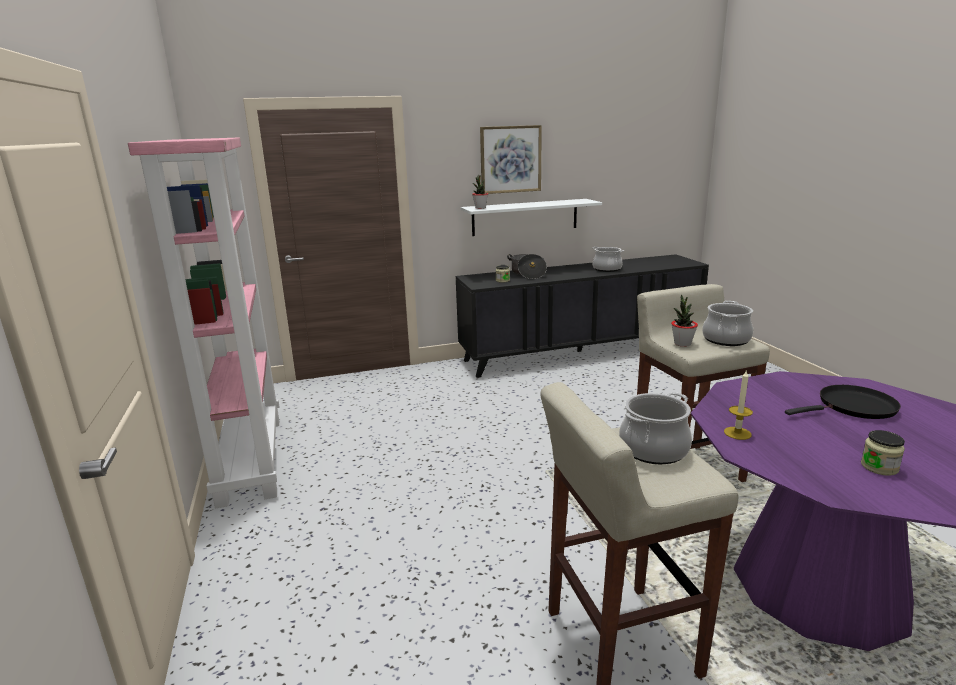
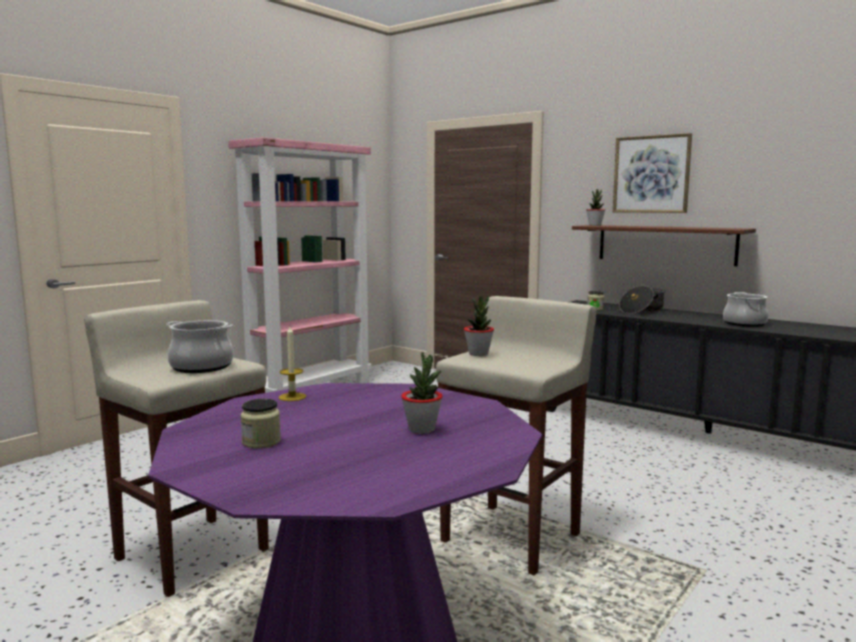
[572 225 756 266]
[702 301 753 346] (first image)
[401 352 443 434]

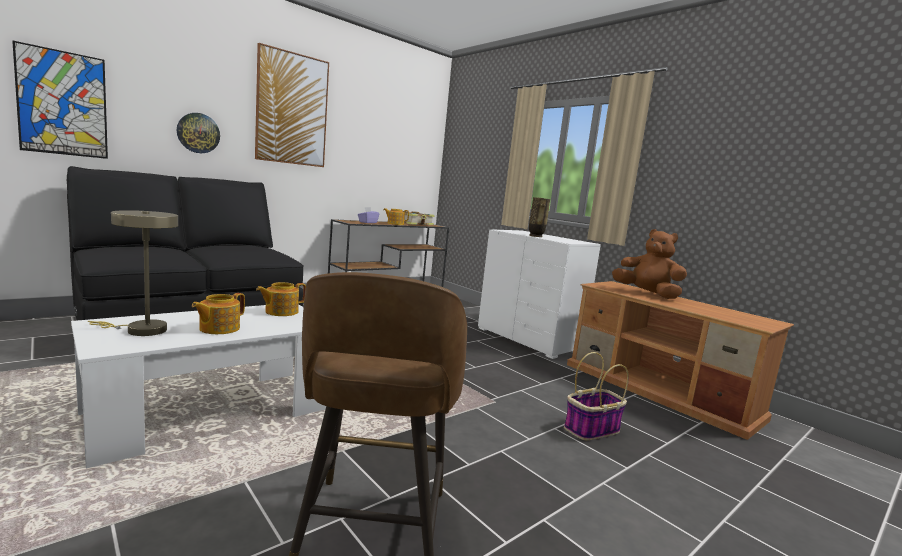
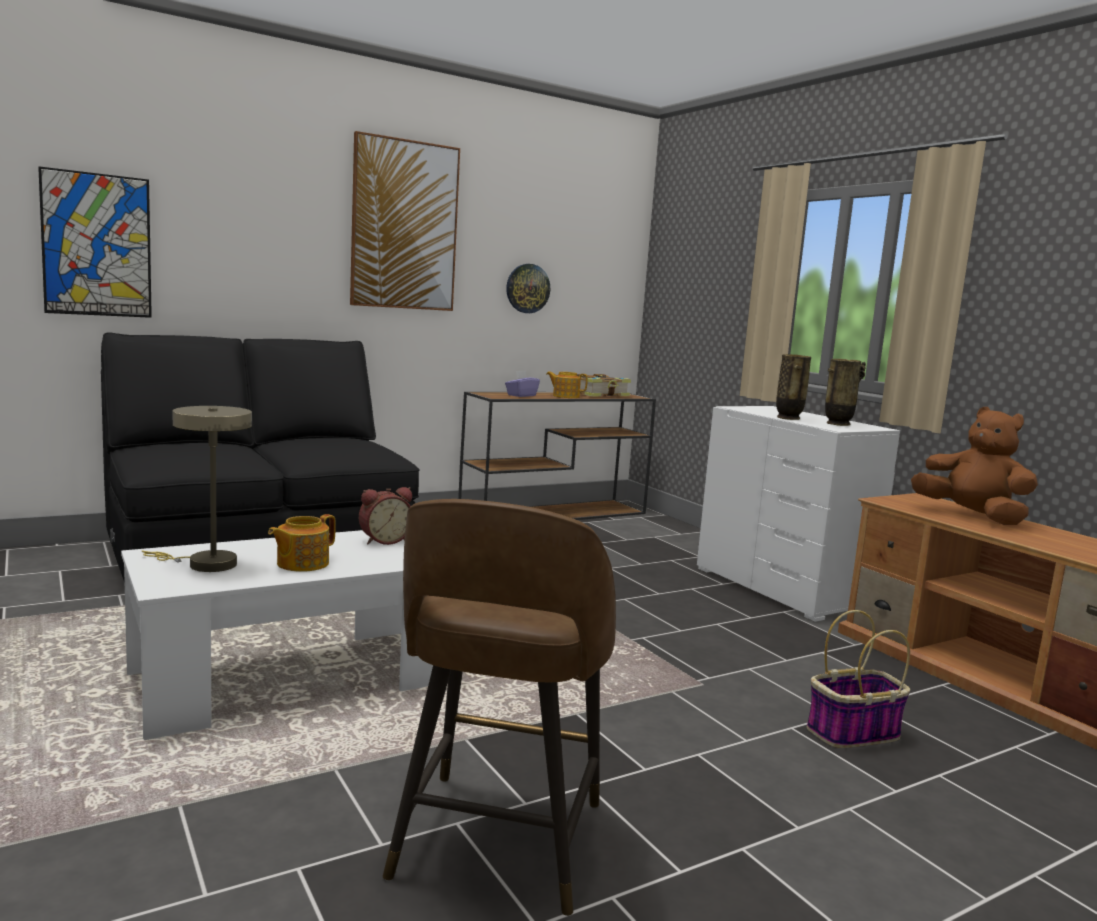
[506 264 550 313]
[359 487 412 545]
[825 359 866 426]

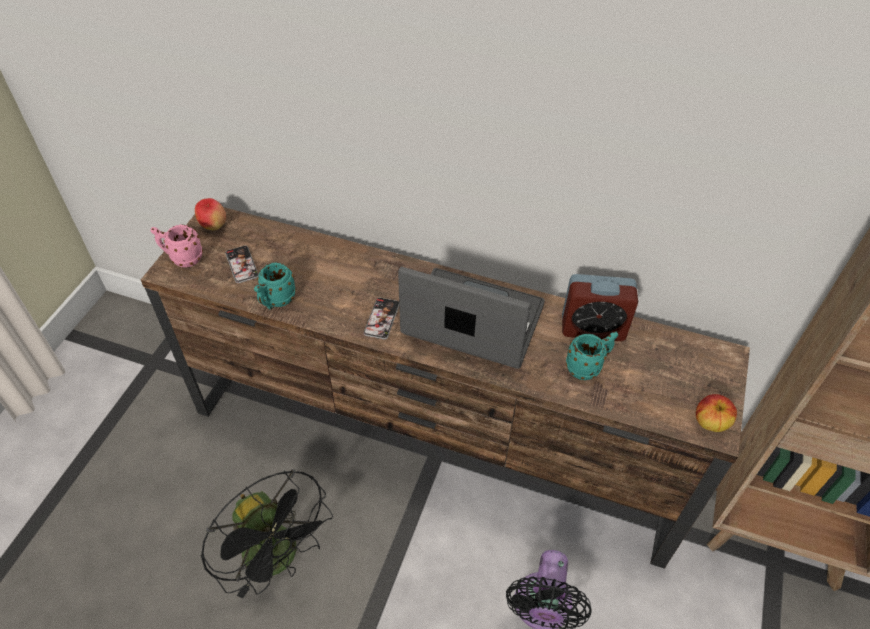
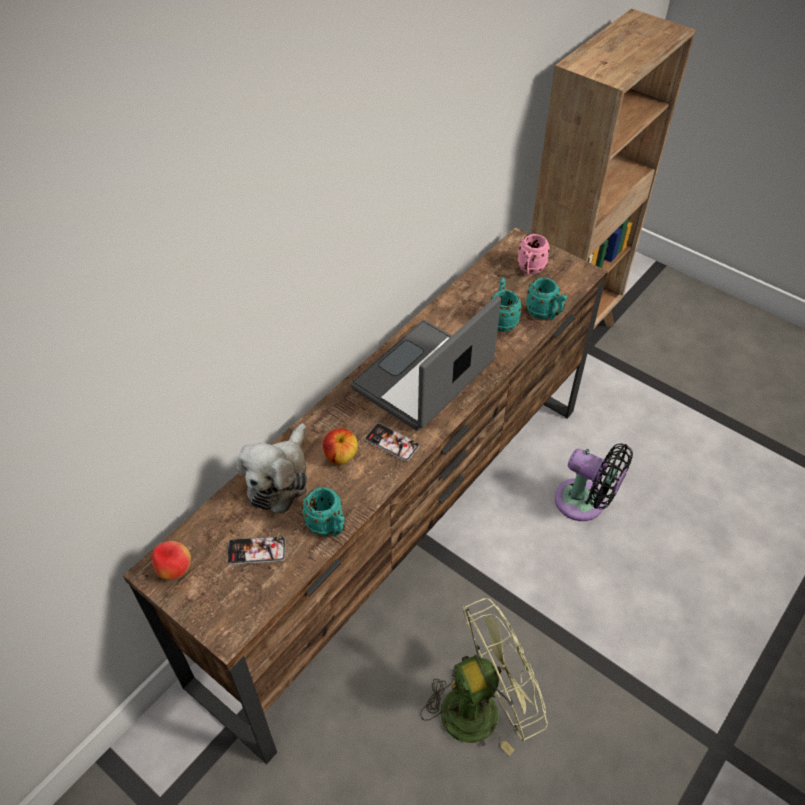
[518 234 550 276]
[421 598 548 756]
[562 274 638 341] (first image)
[323 428 358 465]
[237 423 307 514]
[526 278 567 320]

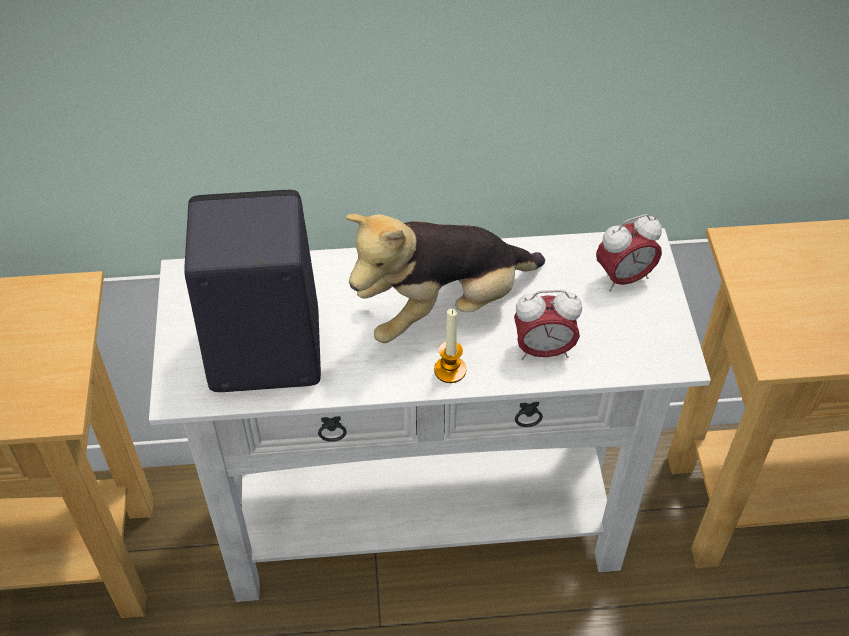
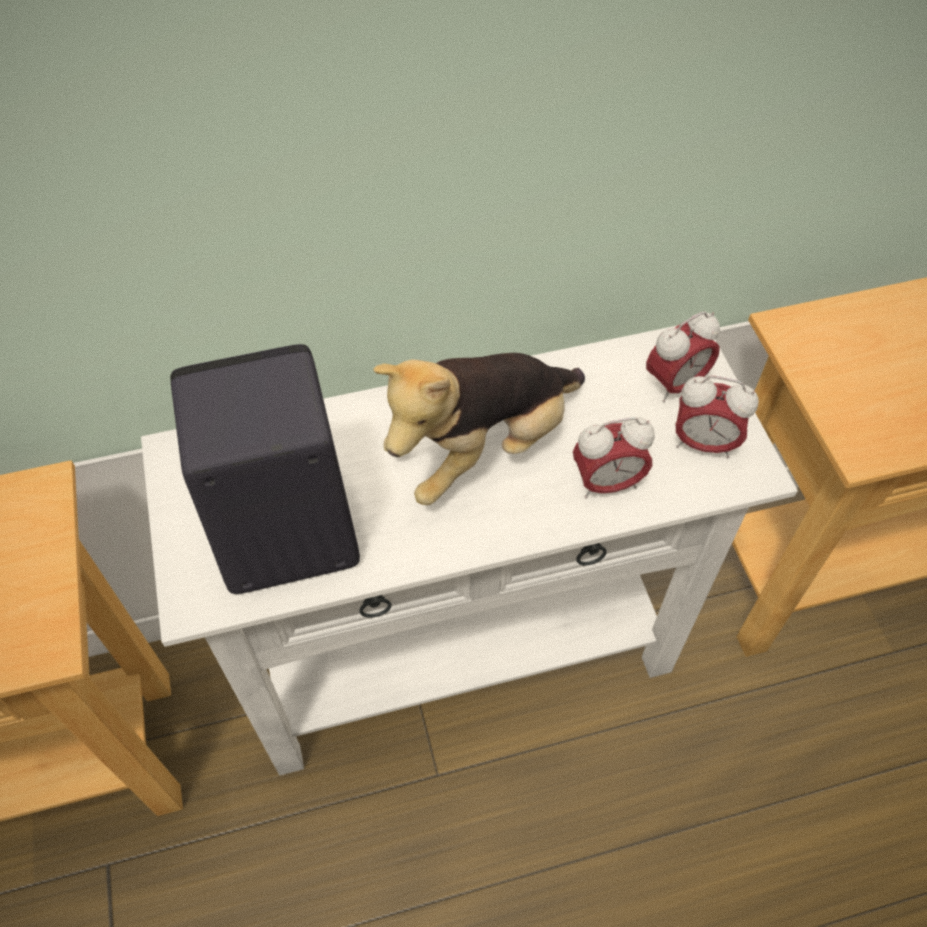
[434 309 466 383] (first image)
[676 376 759 459]

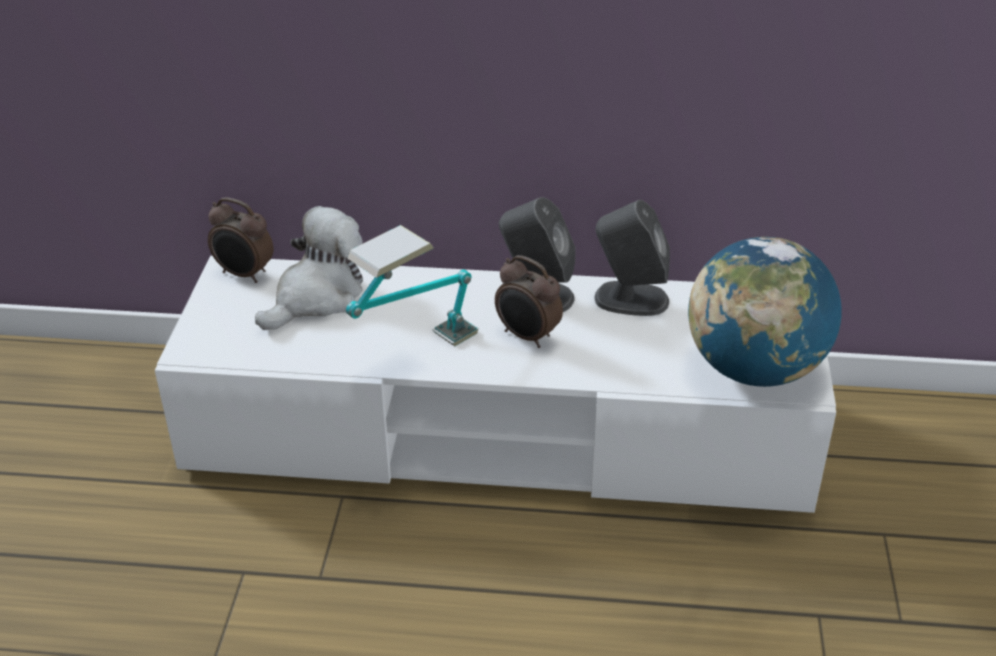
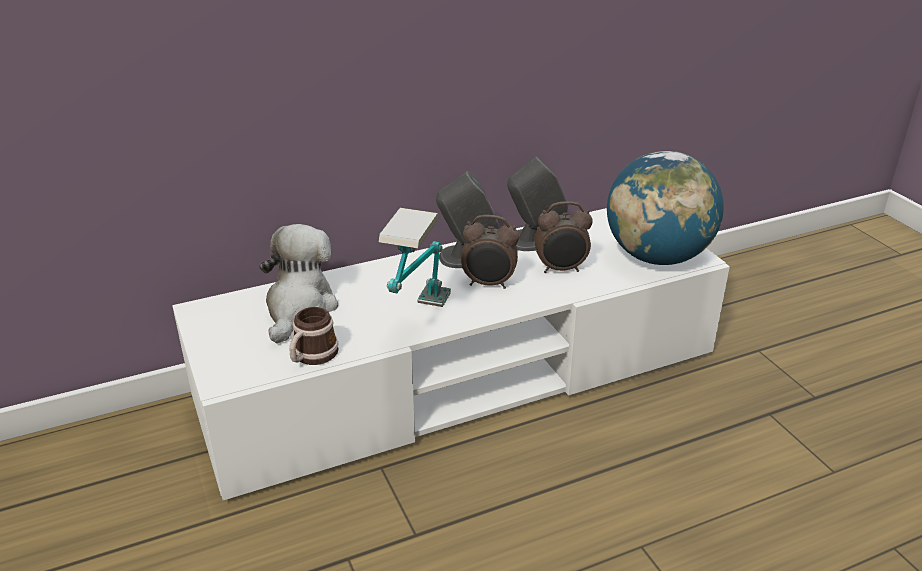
[535 201 593 273]
[289 307 339 365]

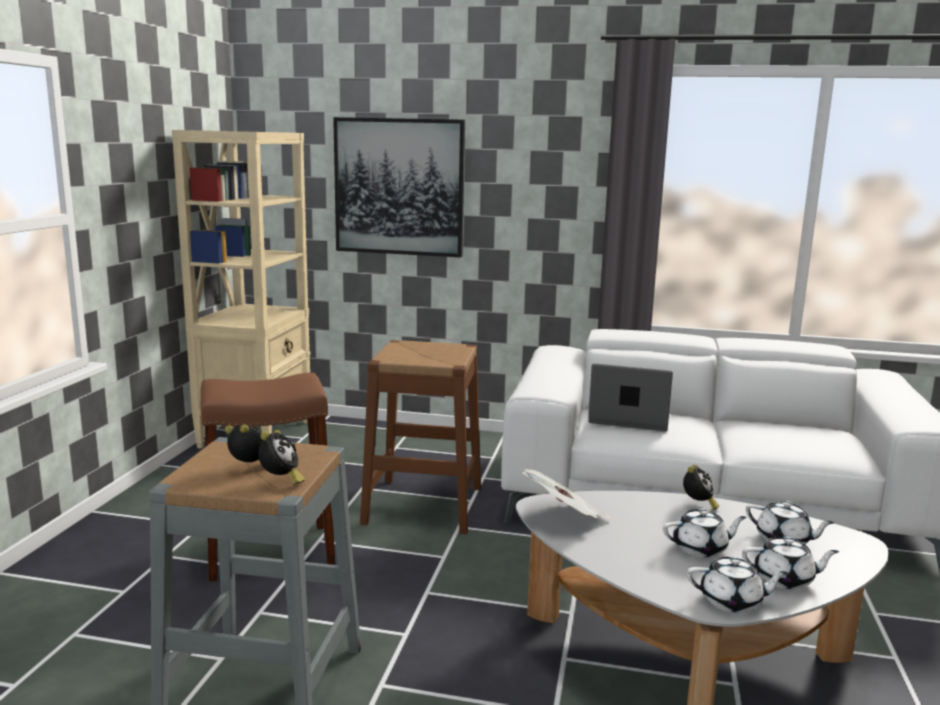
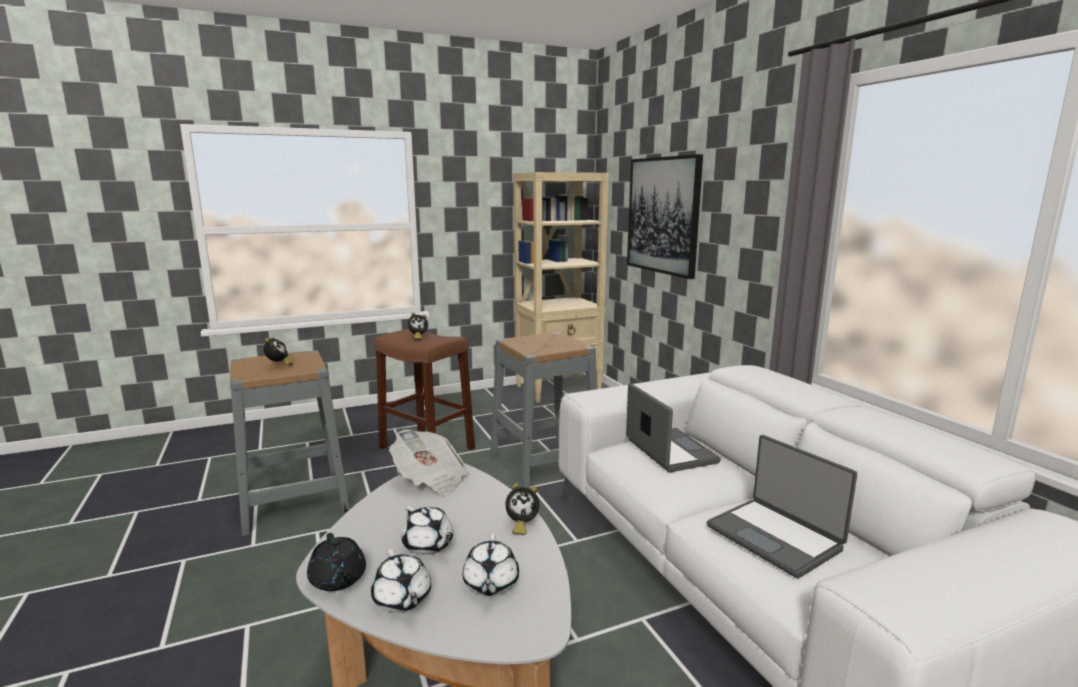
[408 313 428 340]
[490 332 597 489]
[307 533 366 591]
[707 435 857 578]

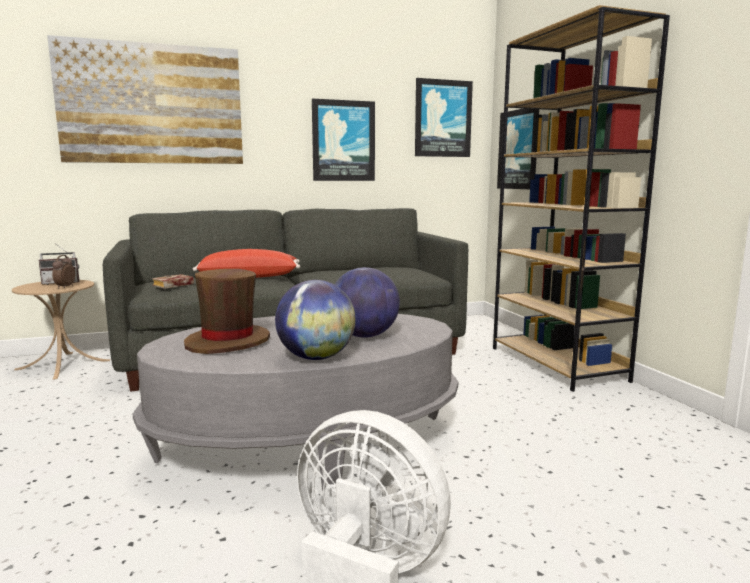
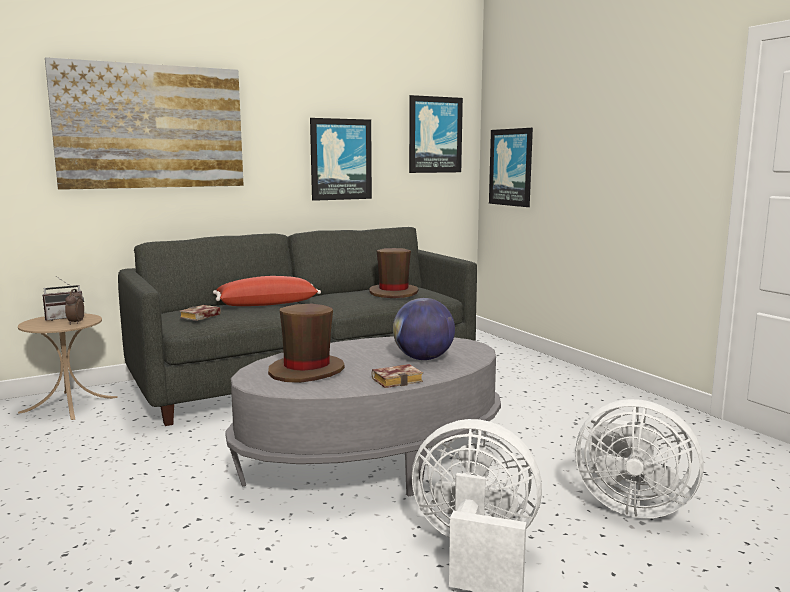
[372 364 423 388]
[493 5 670 392] (first image)
[369 248 418 298]
[575 399 704 518]

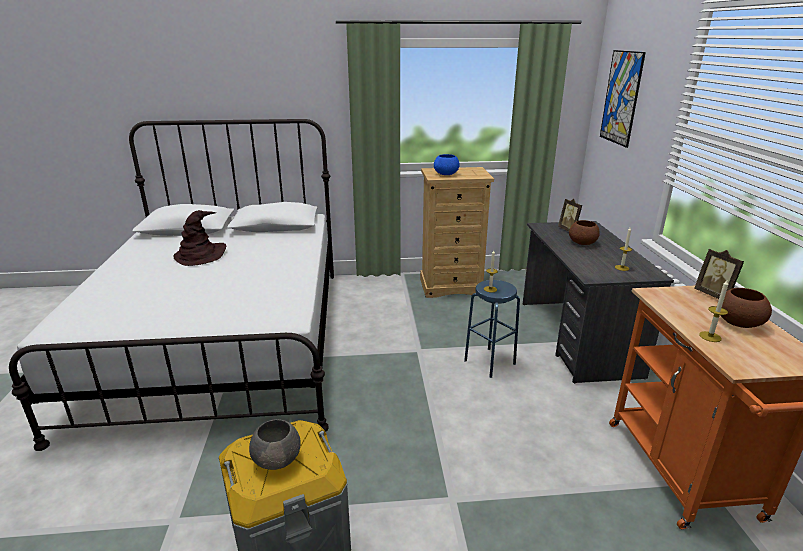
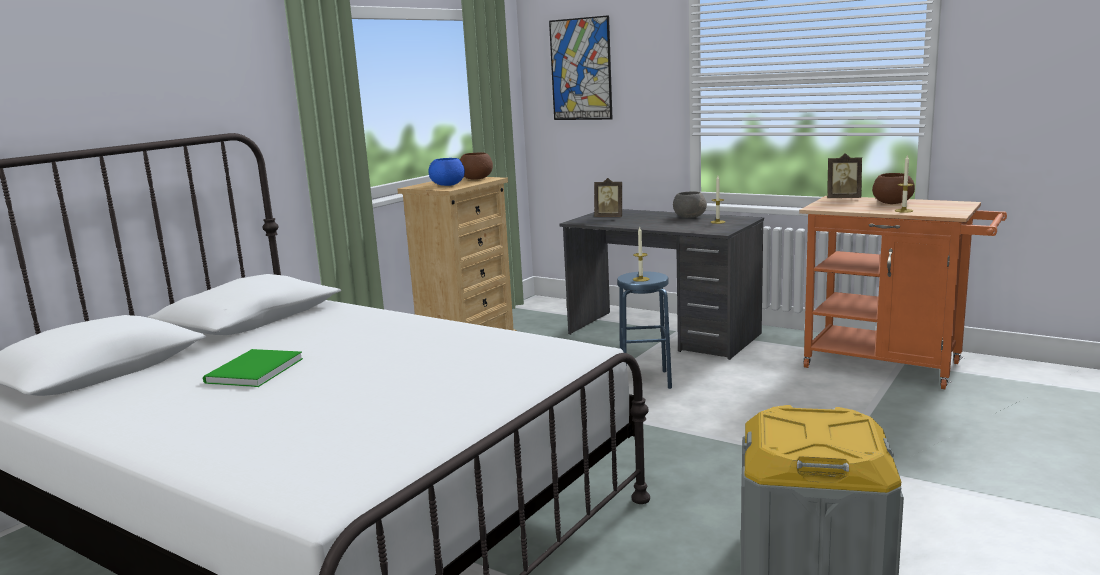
[203 349 303 387]
[673 191 707 218]
[460 152 493 180]

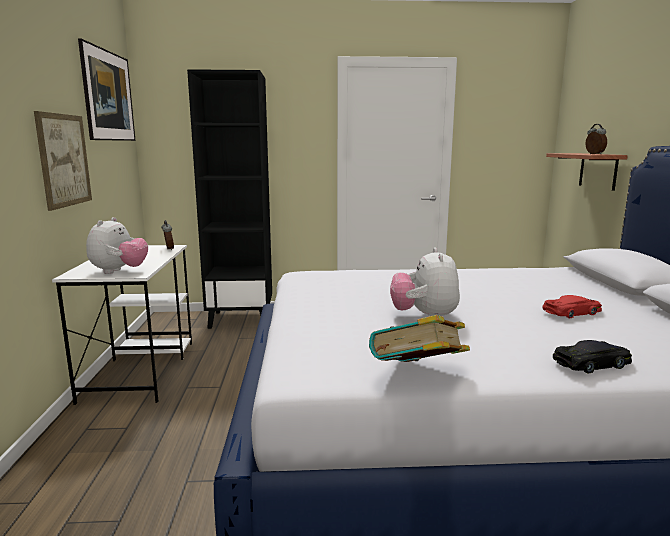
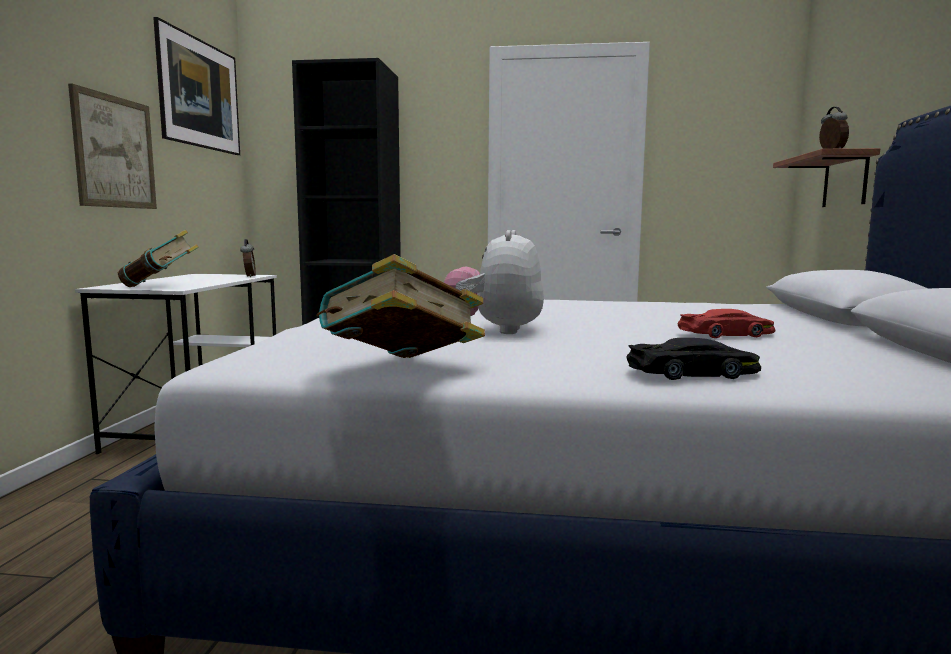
[118 230 199 287]

